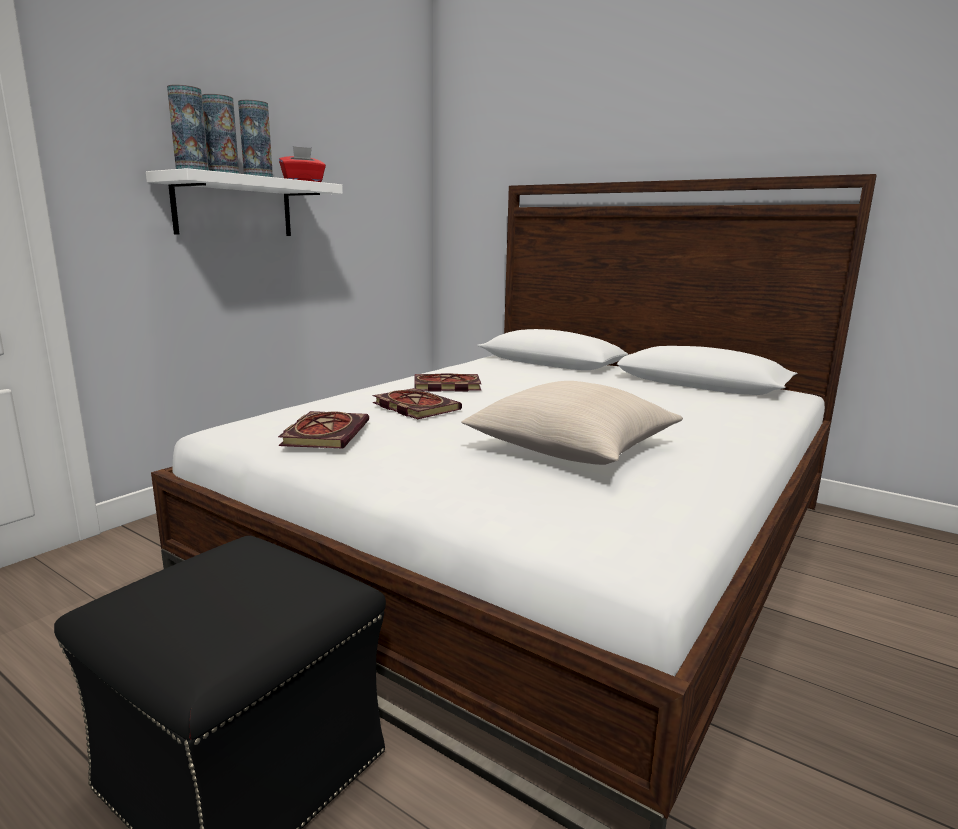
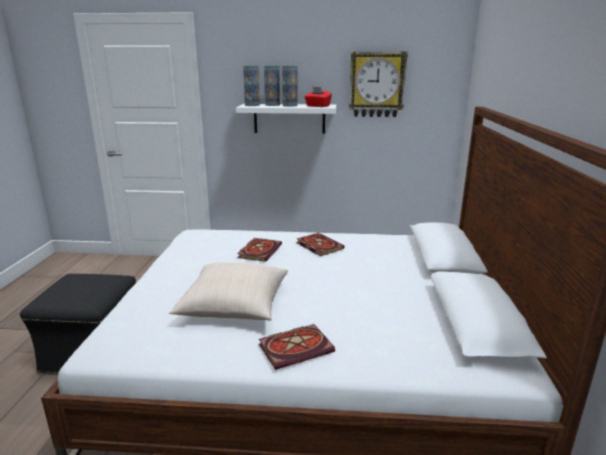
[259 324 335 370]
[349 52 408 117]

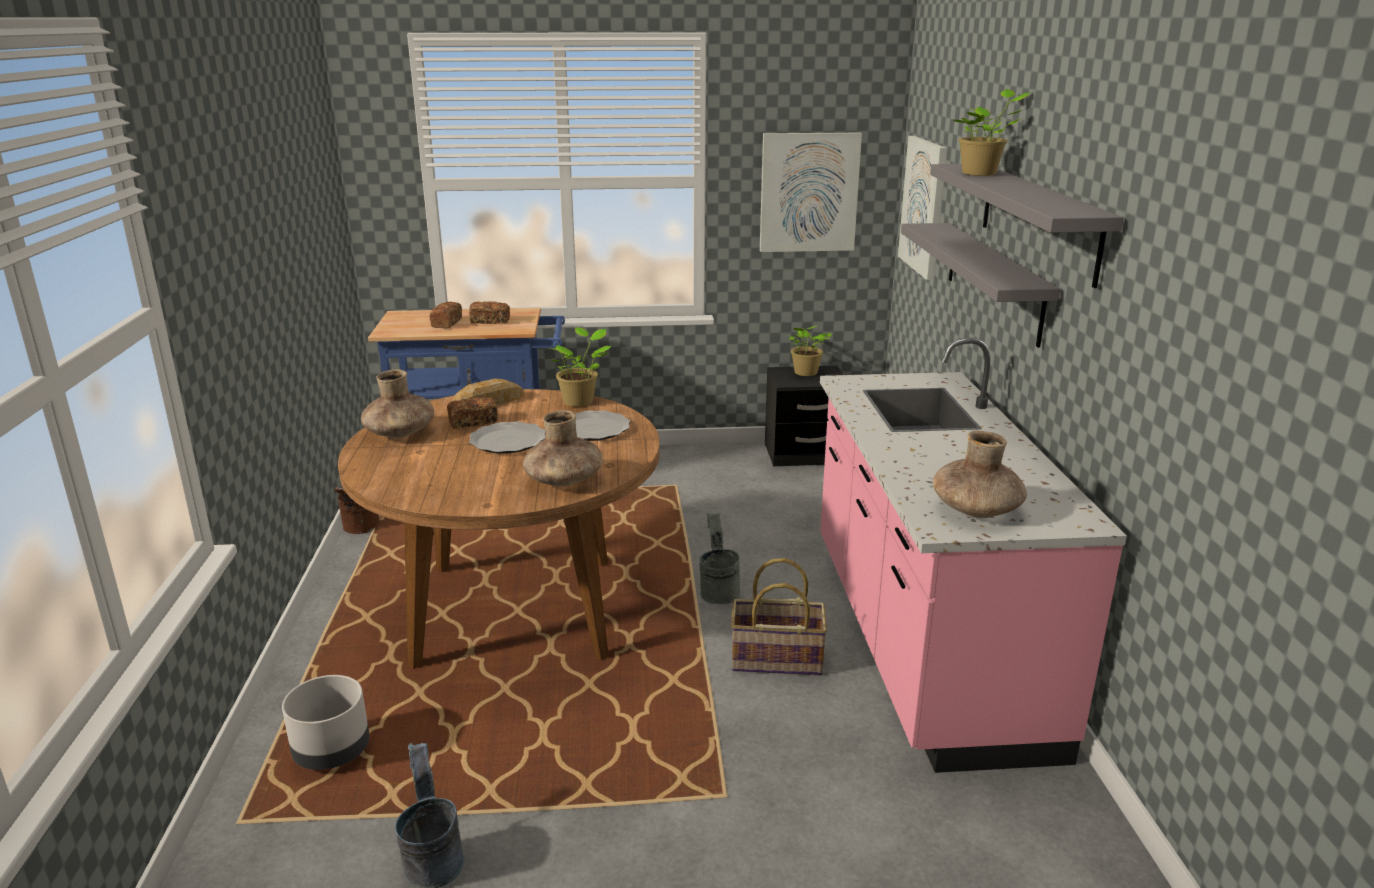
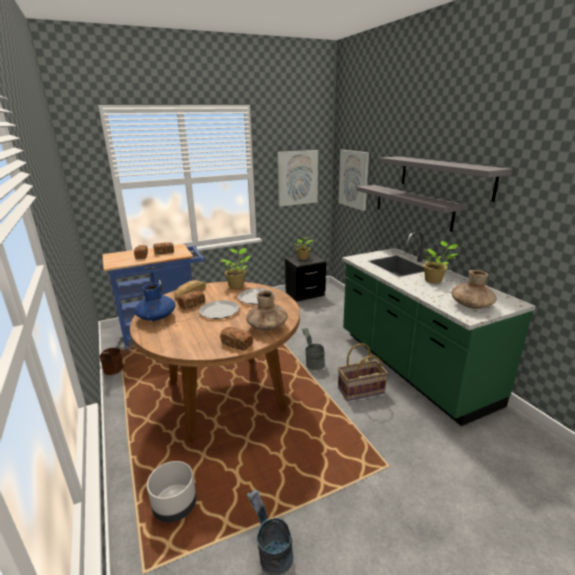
[135 283 175 321]
[342 231 536 426]
[422 241 458 283]
[220 327 253 351]

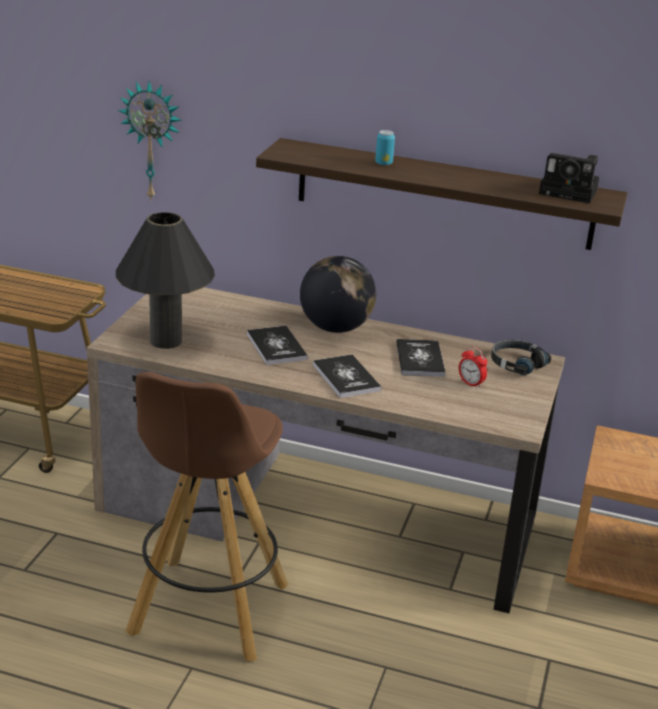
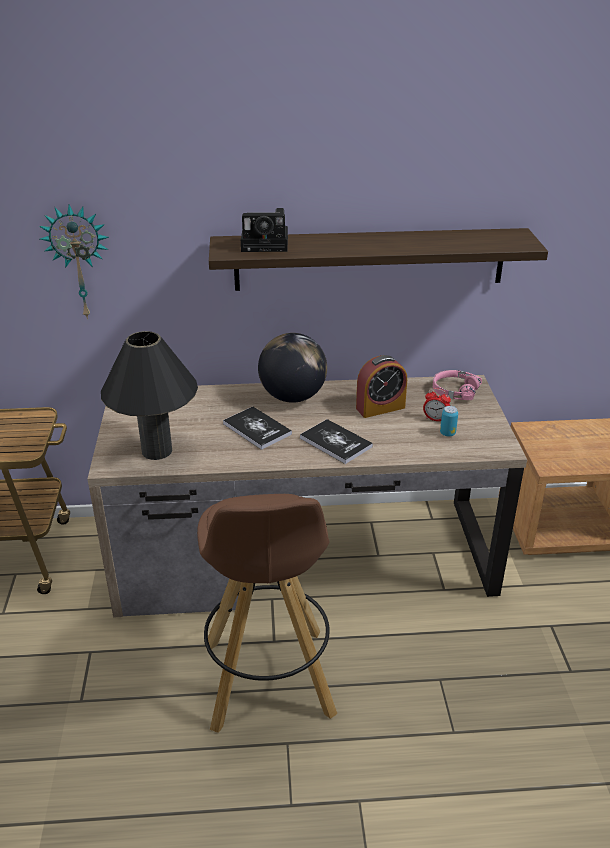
[440 406 458 437]
[356 355 407 418]
[433 370 482 400]
[241 208 288 252]

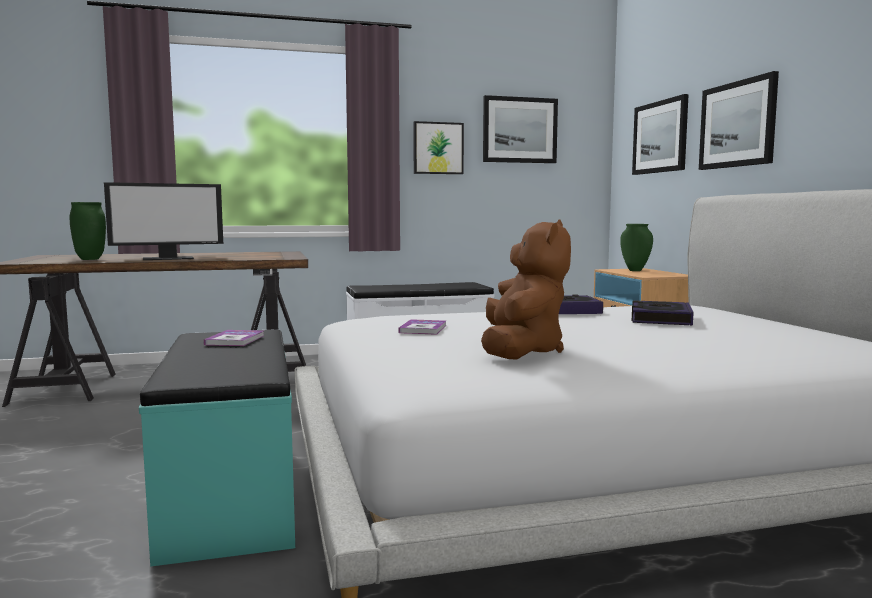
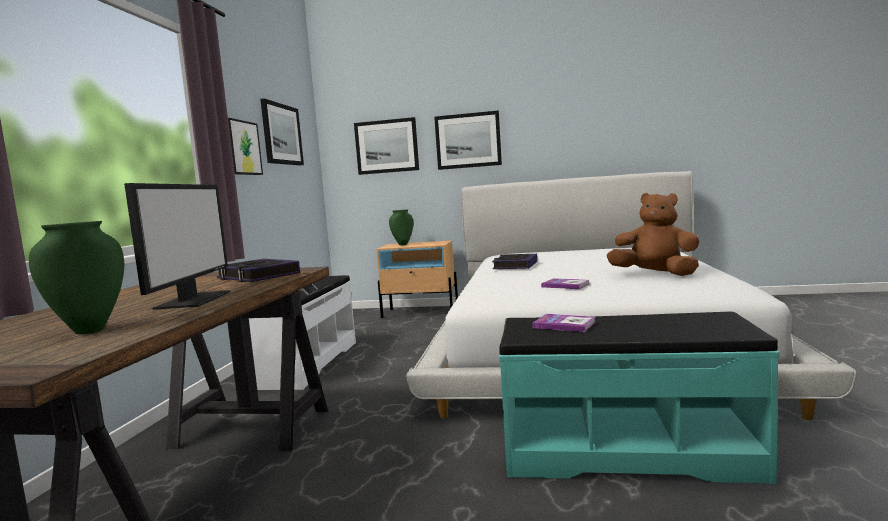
[217 259 300 282]

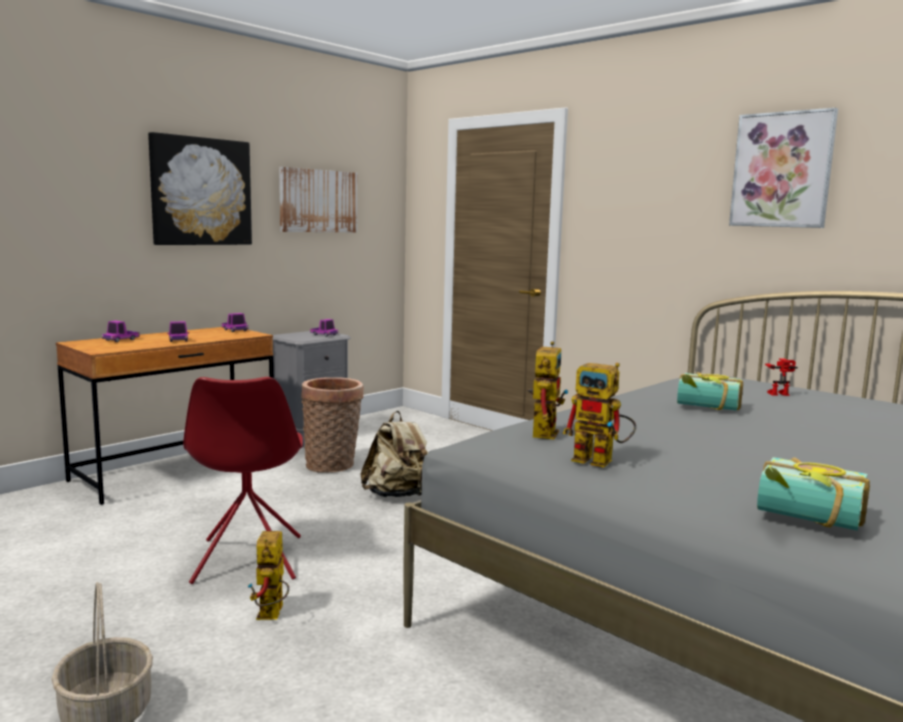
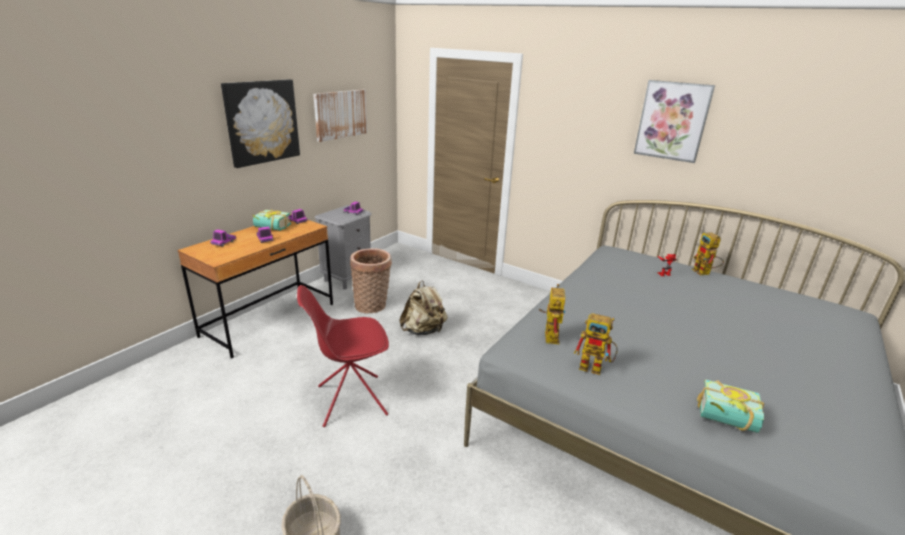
[297 285 389 427]
[692 232 724 275]
[252 209 291 231]

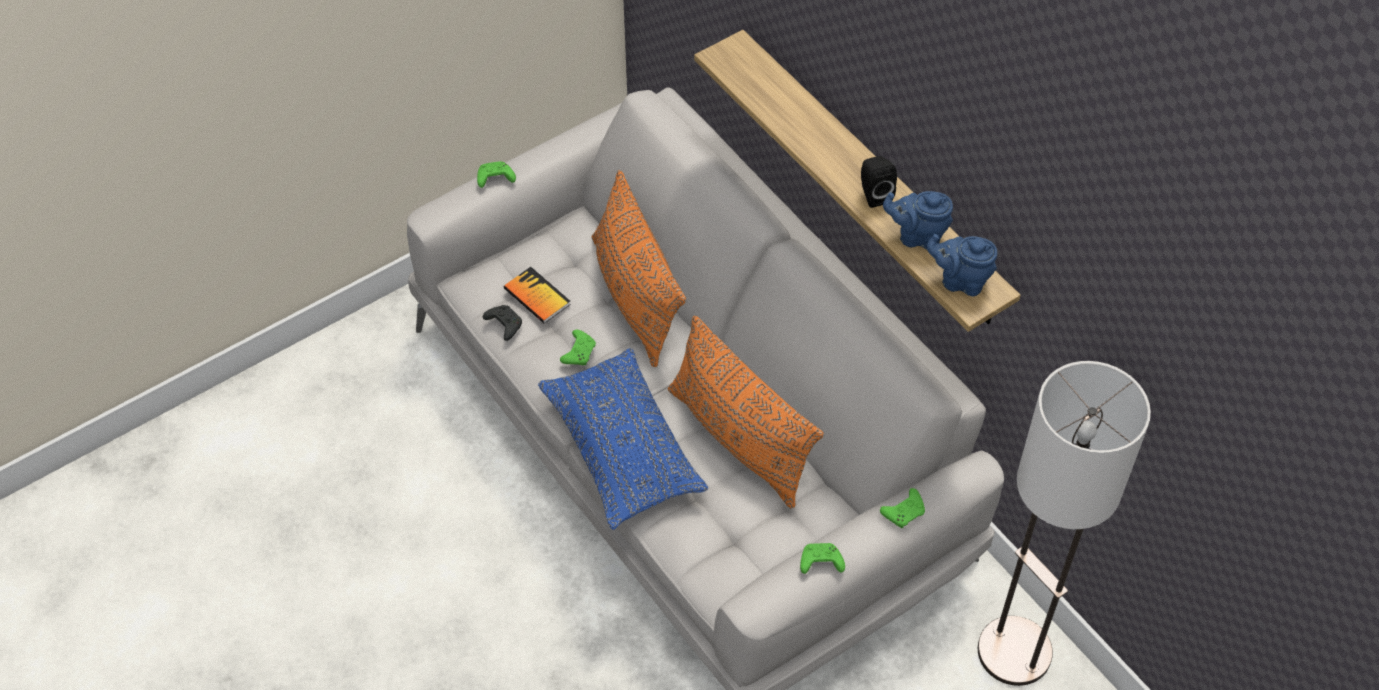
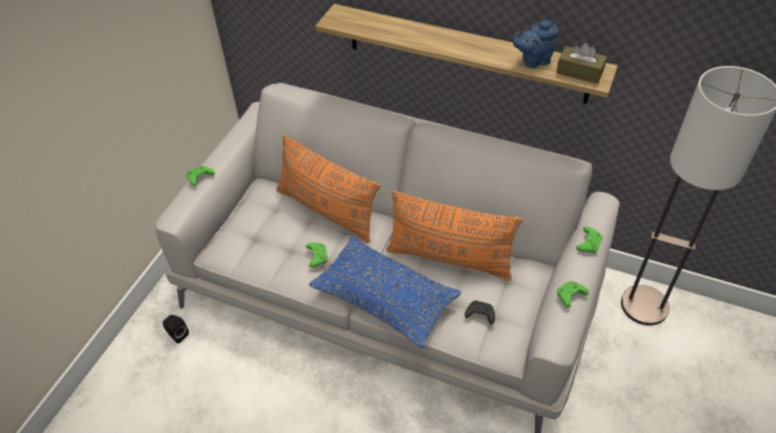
[465 301 495 325]
[504 267 571 324] (first image)
[163 315 189 344]
[556 43 607 84]

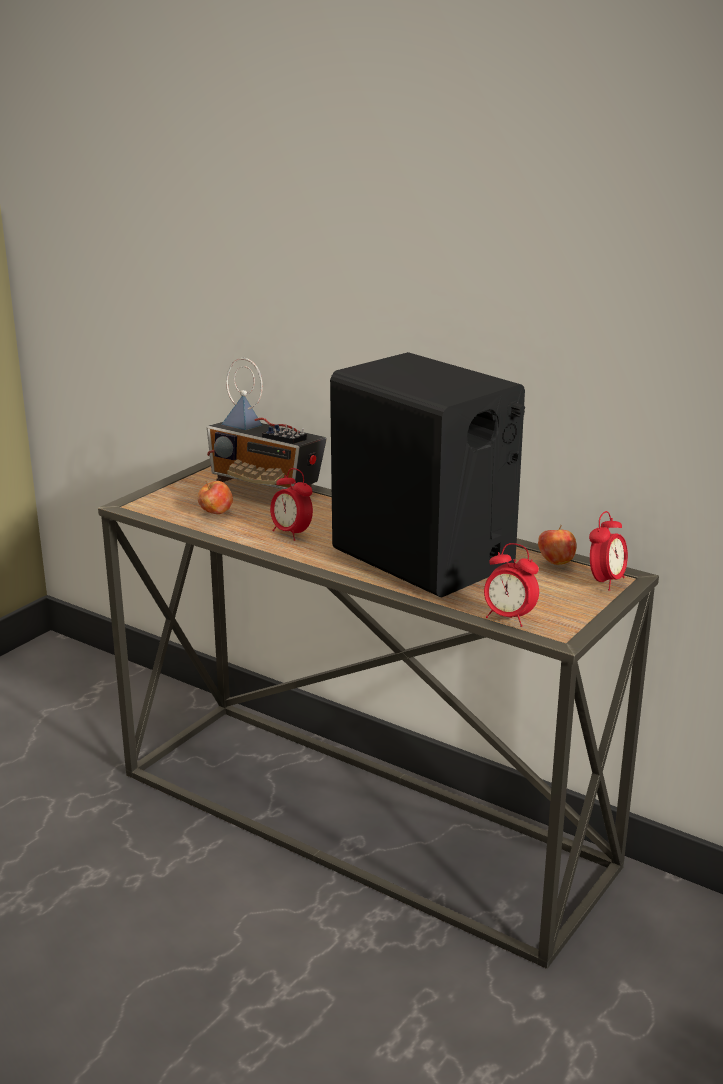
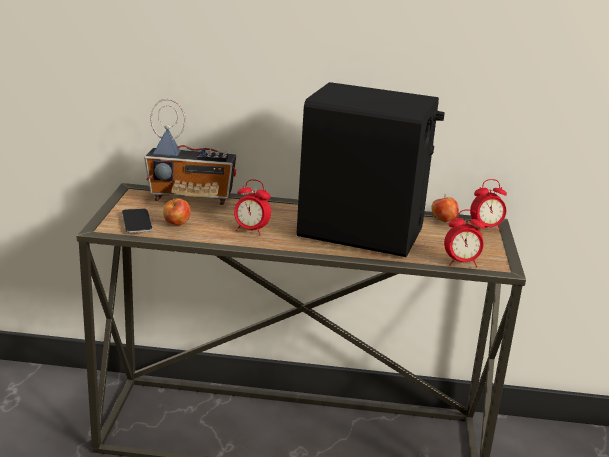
[470 179 507 231]
[122 209 152 233]

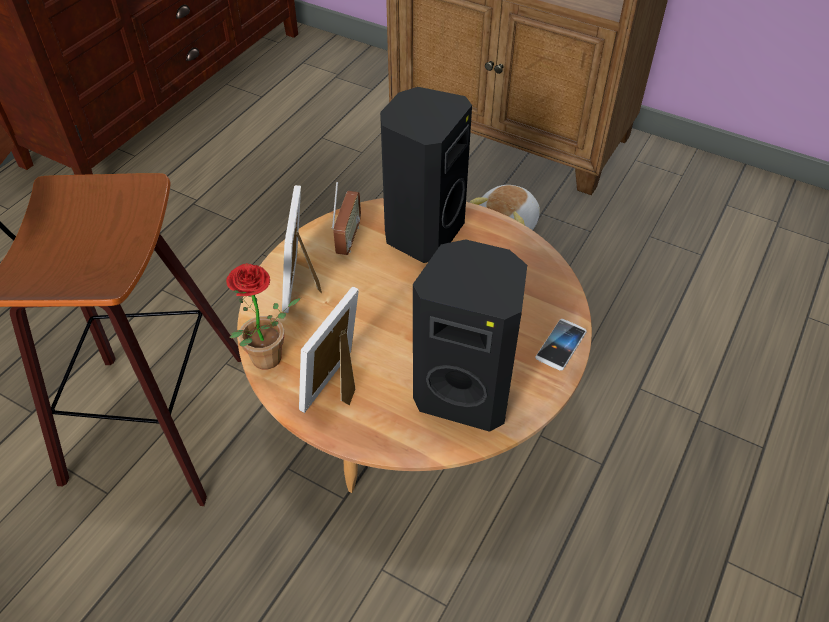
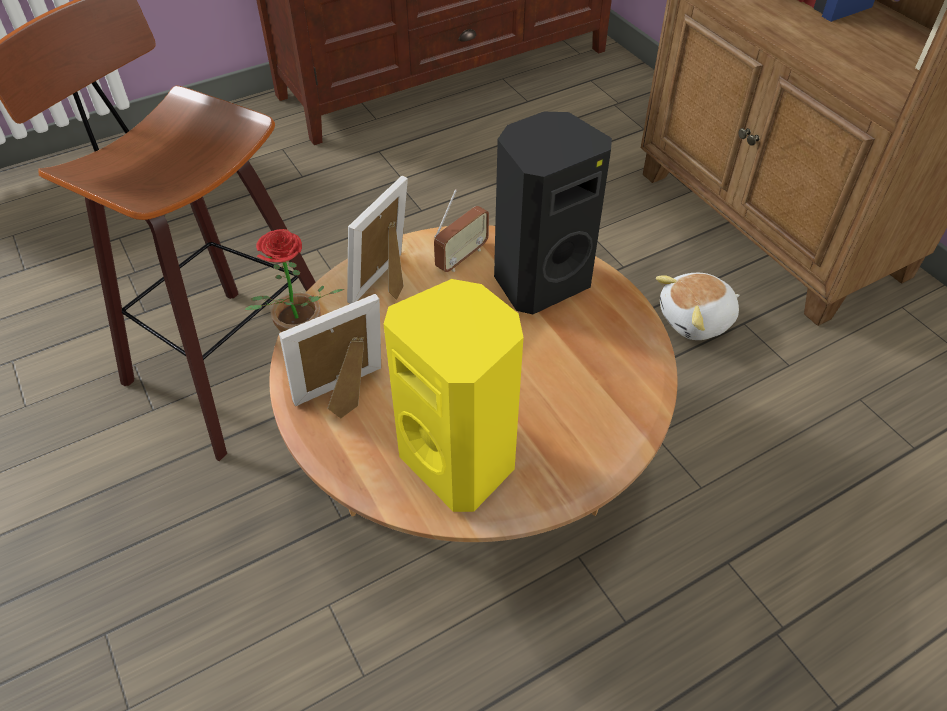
[384 279 524 512]
[535 319 587 370] (first image)

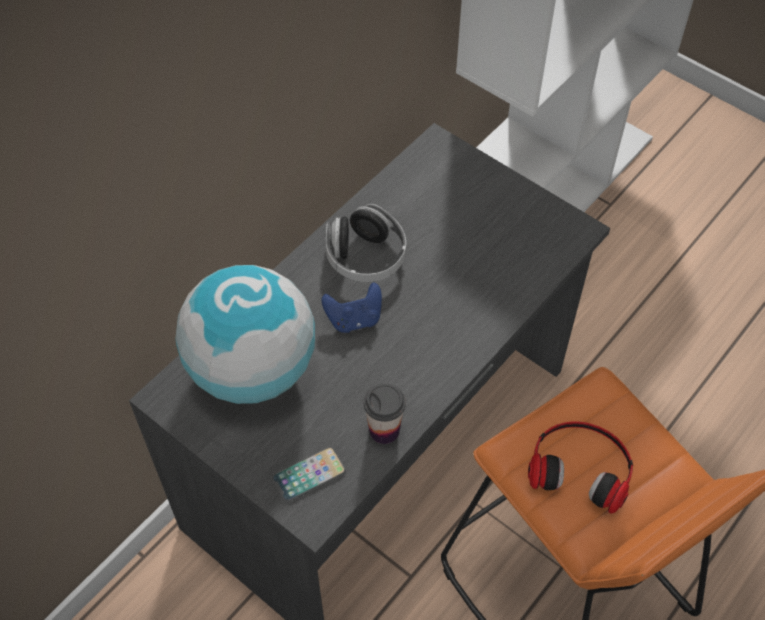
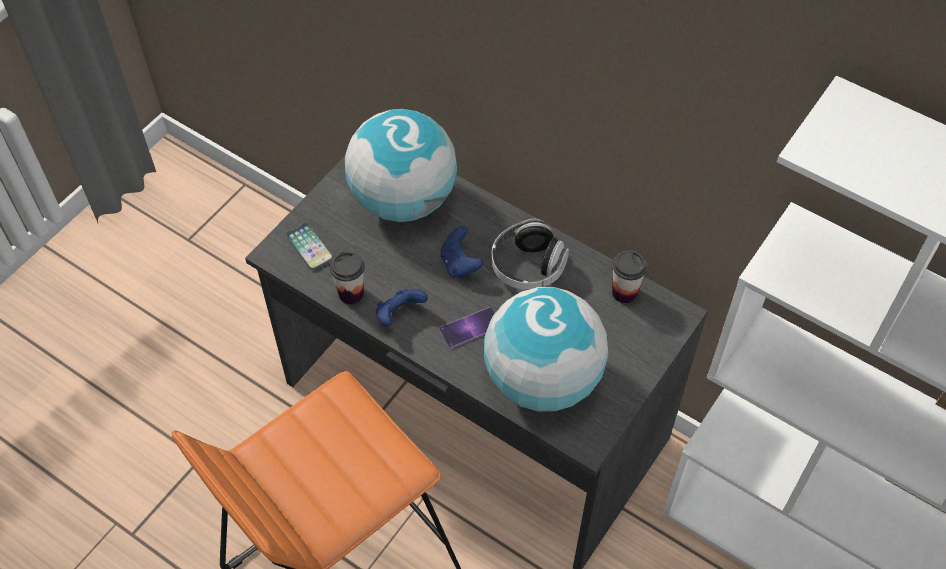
[528 421 633 514] (first image)
[376 289 428 326]
[439 307 495 348]
[484 287 608 411]
[612 250 647 303]

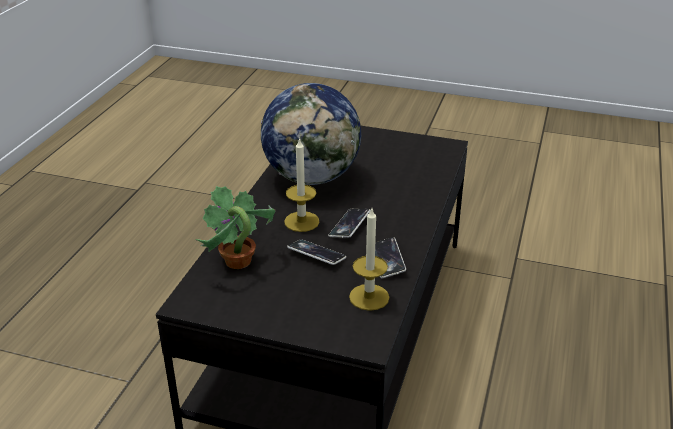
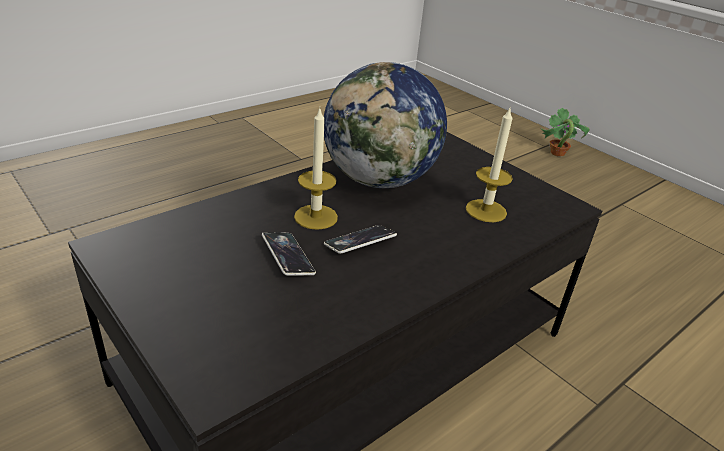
[540 107 590 156]
[466 106 513 222]
[375 237 406 278] (first image)

